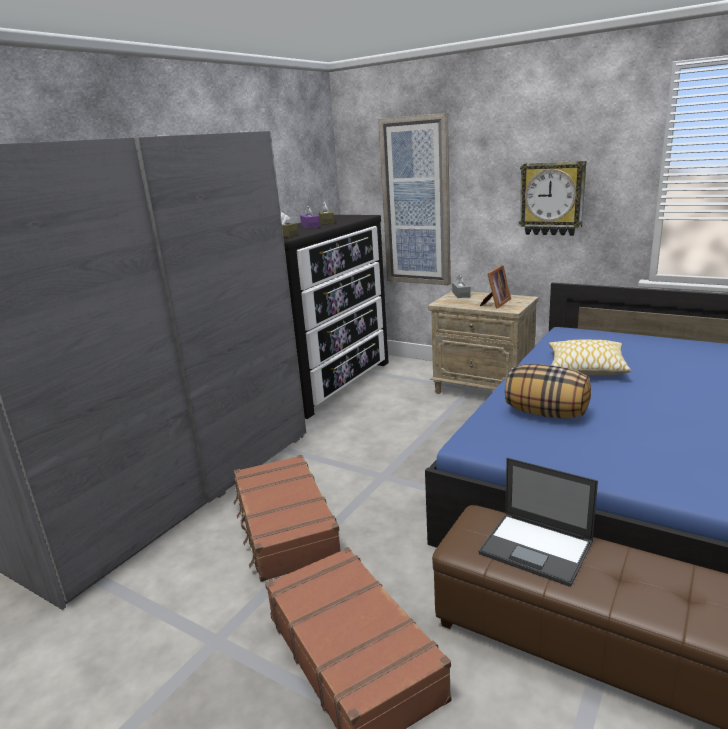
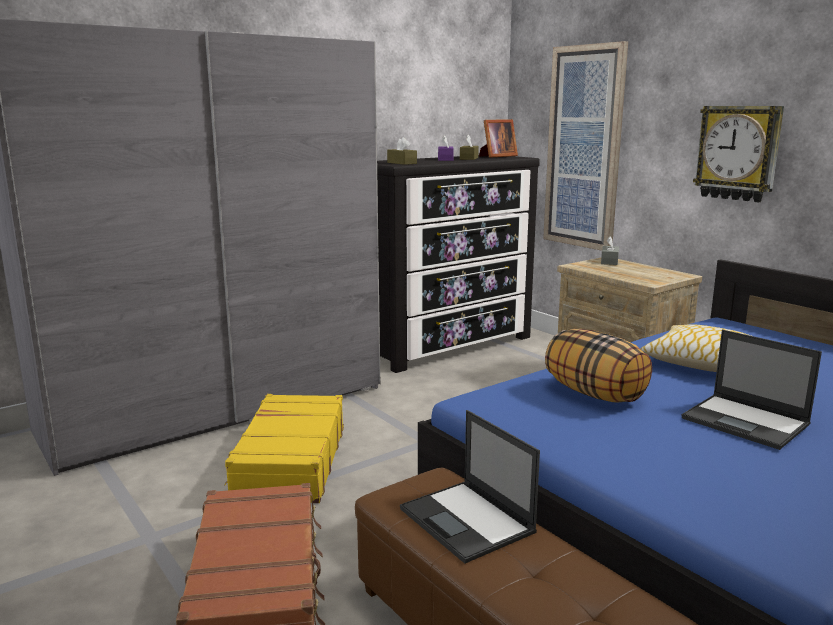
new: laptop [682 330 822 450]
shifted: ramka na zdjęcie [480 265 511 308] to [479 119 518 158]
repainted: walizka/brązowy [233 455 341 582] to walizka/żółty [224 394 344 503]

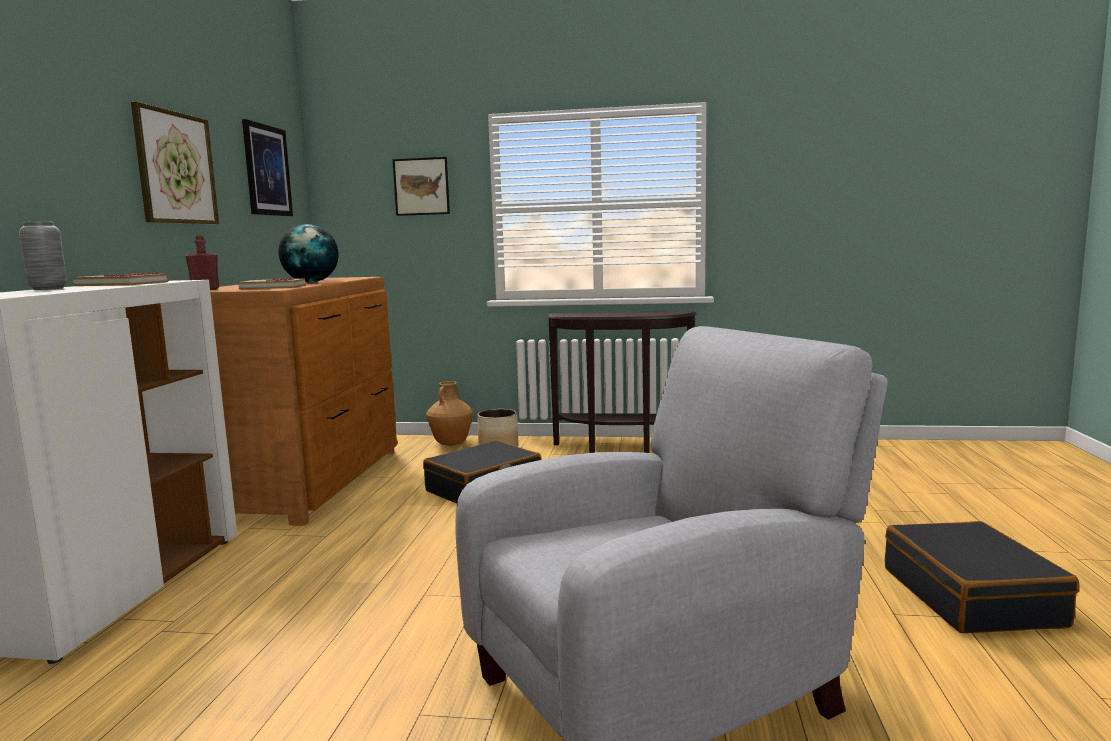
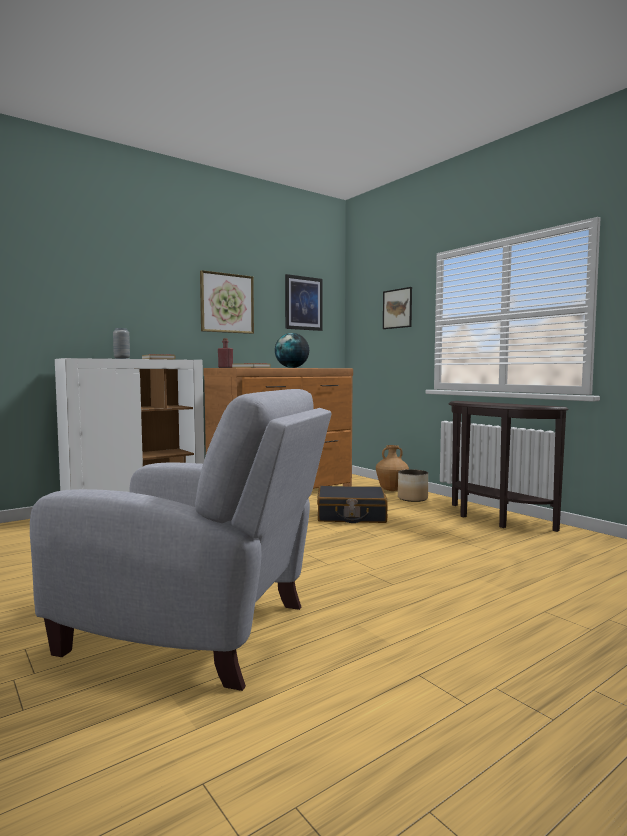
gone: walizka/czarny [885 521 1079 633]

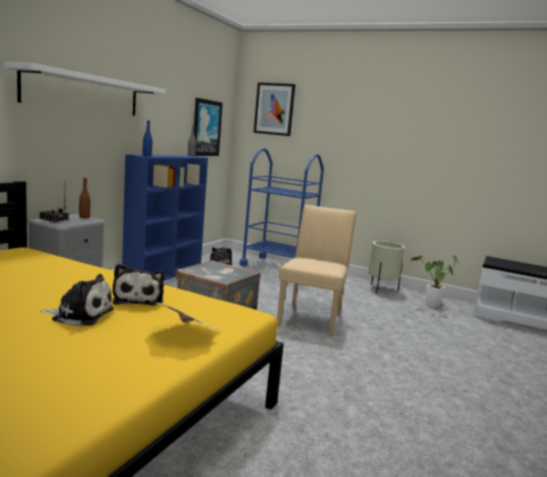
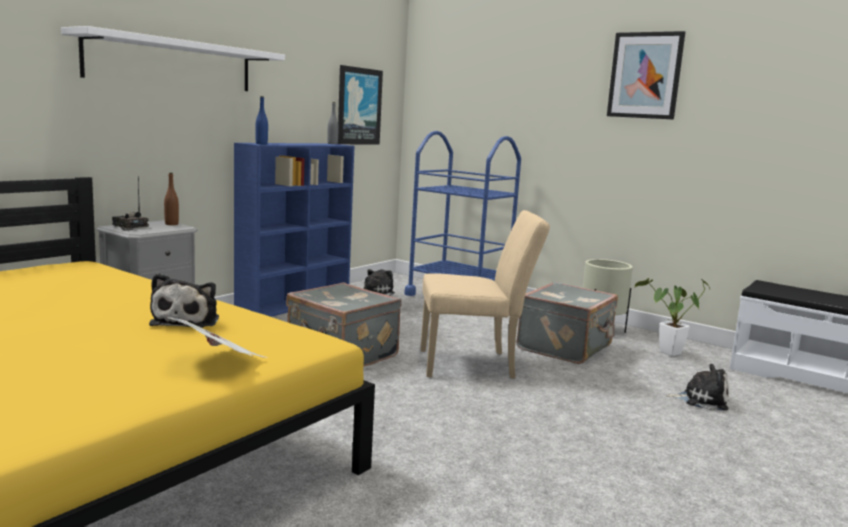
new: walizka/szary [517 282 618 364]
shifted: pluszak [40 274 114 326] to [666 364 729 410]; obraz [254 82 295 136] to [607 31 685 120]
rotated: krzesło/beżowy [277 205 356 337] = [420 210 550 378] 60 degrees clockwise

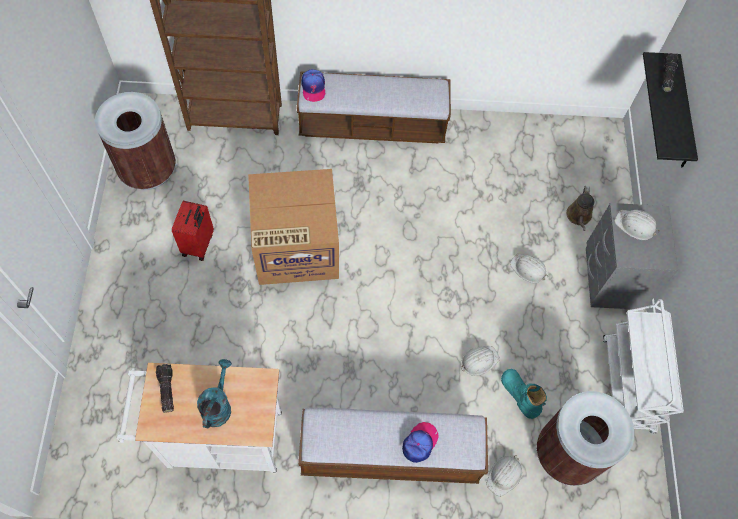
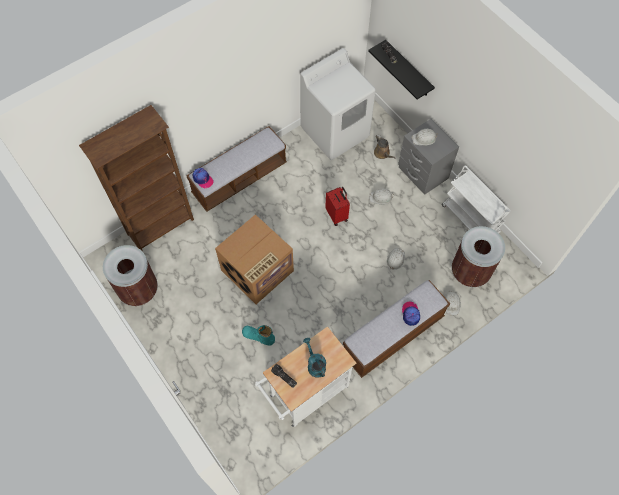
new: pralka/biały [300 48 376 160]
shifted: walizka/czerwony [172 201 214 261] to [325 187 350 226]; but z cholewką/turkusowy [501 369 547 419] to [242 325 275 345]

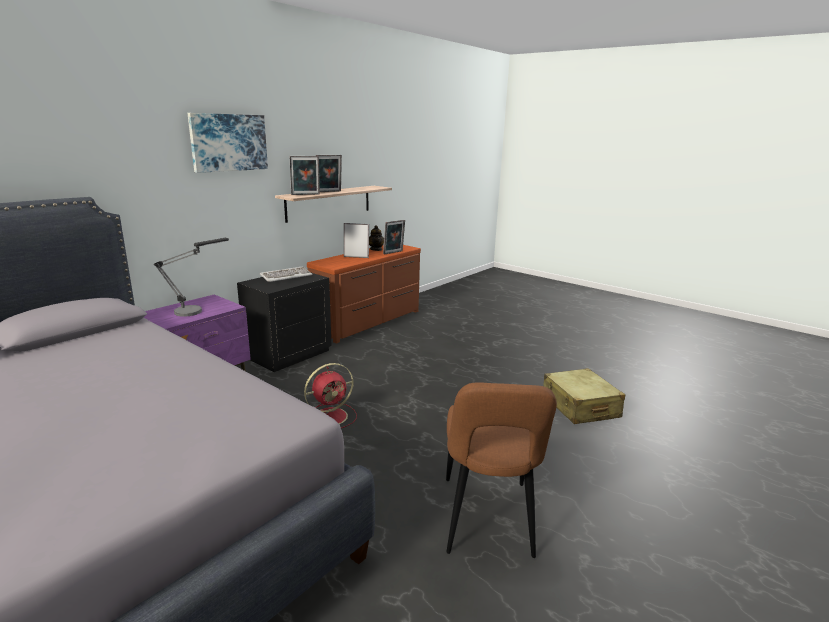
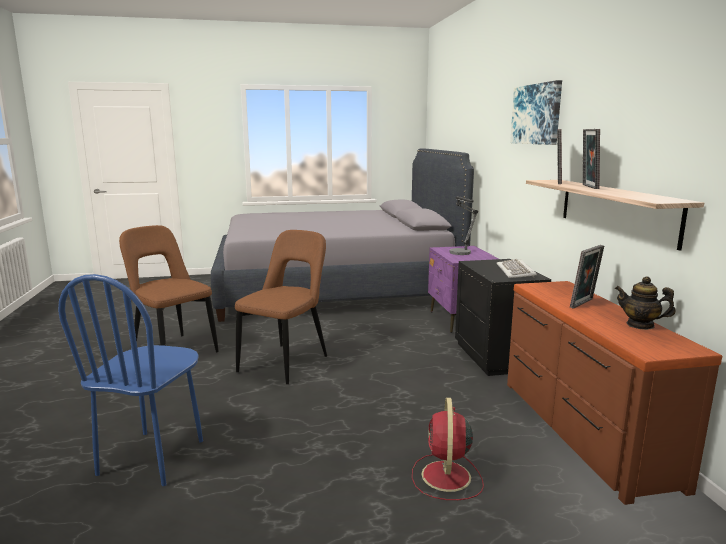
gone: ramka na zdjęcie [383 220 405 255]
new: krzesło/brązowy [235 230 327 384]
shifted: wentylator/czerwony [304 363 357 428] to [412 397 484 500]
swapped: walizka/beżowy [543 368 625 424] to krzesło/niebieski [58 274 203 486]

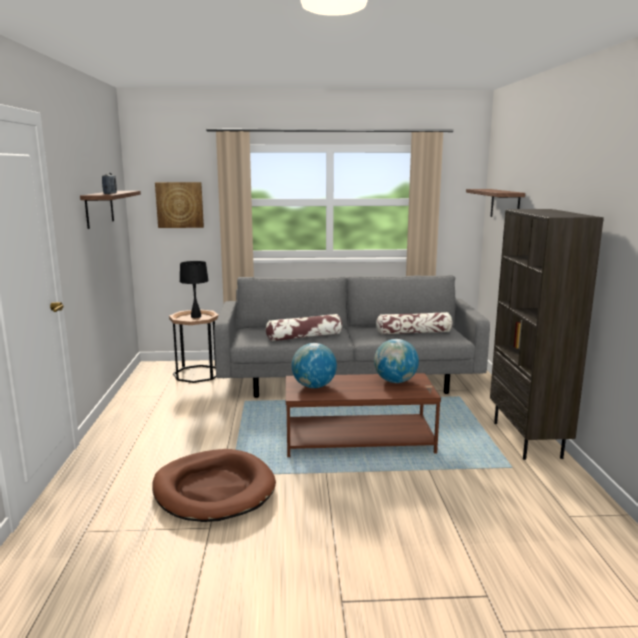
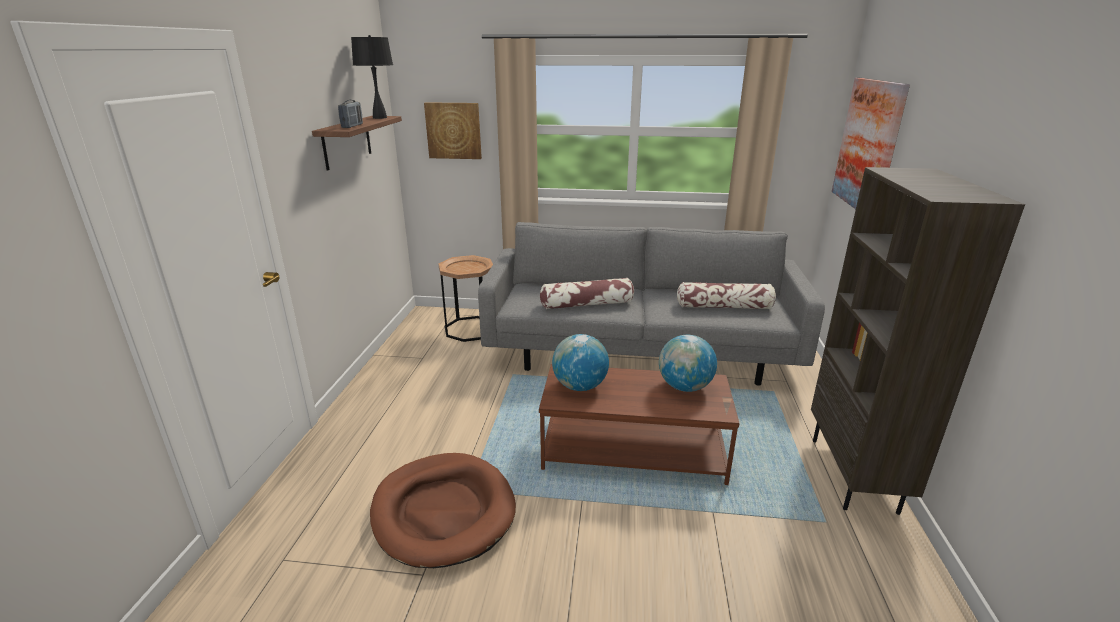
shifted: lampa stołowa/czarny [180 261 209 318] to [351 35 393 119]
swapped: półka [466 189 525 217] to obraz [832 78 910 209]

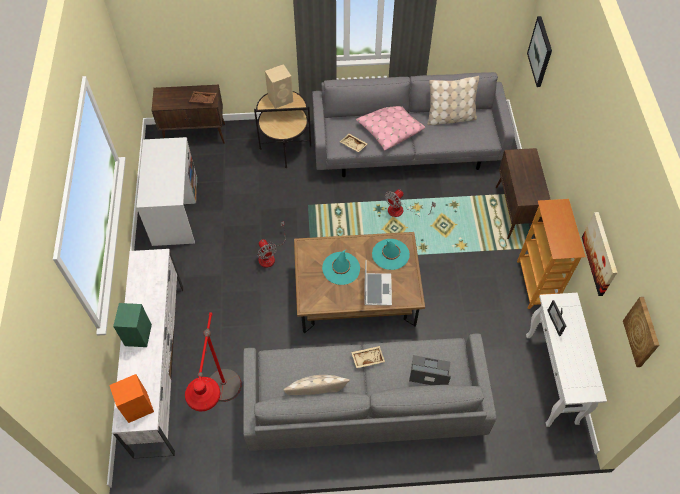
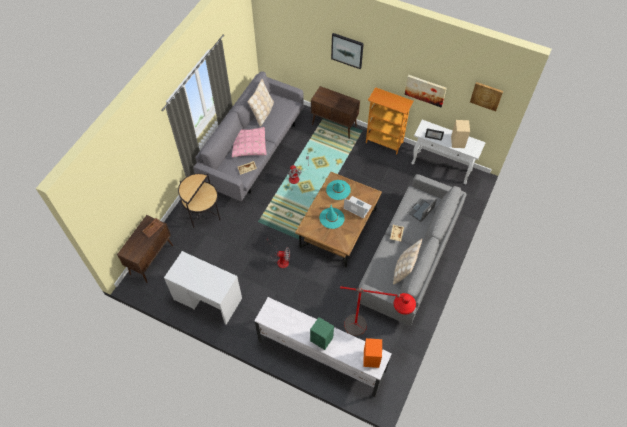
shifted: głośnik/beżowy [265 64 293 109] to [451 120 470 148]; obraz [527 16 552 87] to [331 33 364 69]

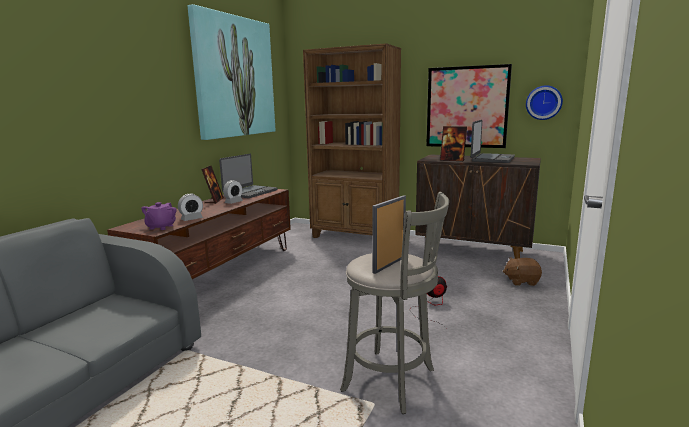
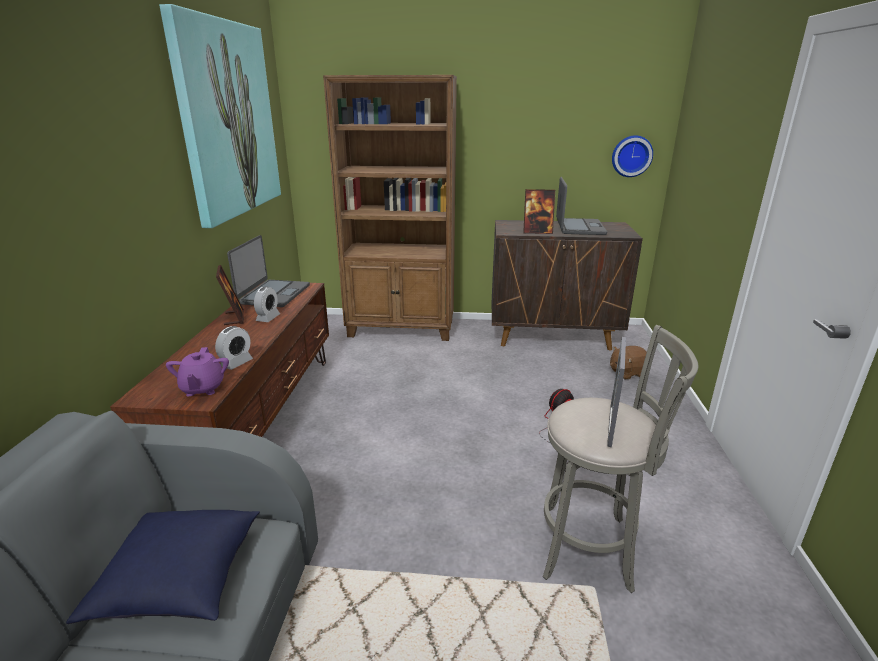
gone: obraz [426 64 512 148]
new: poduszka/niebieski [66 510 260 624]

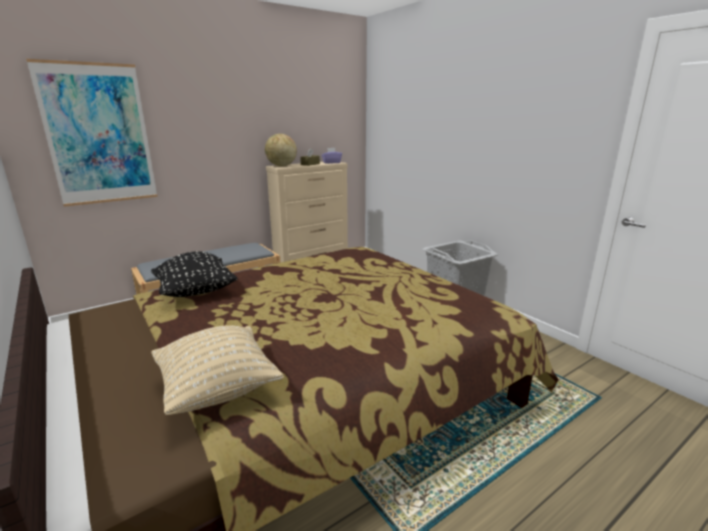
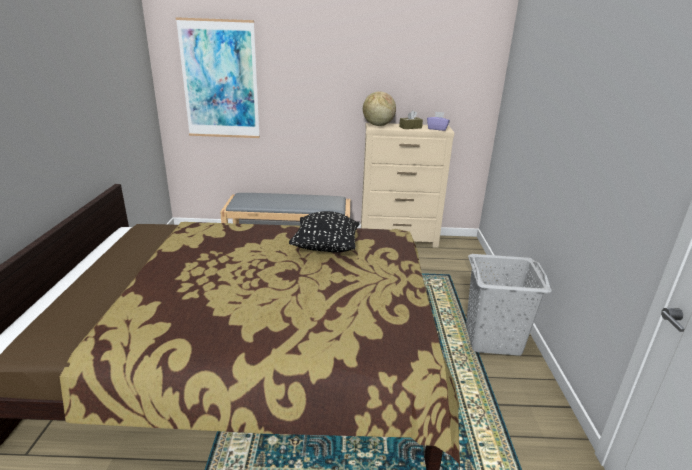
gone: poduszka/beżowy [152 325 284 415]
shifted: poduszka/czarny [151 251 237 297] to [289 211 360 252]

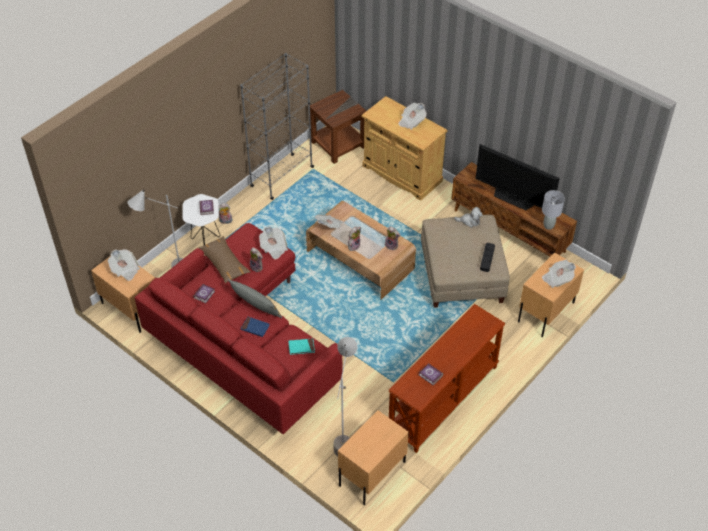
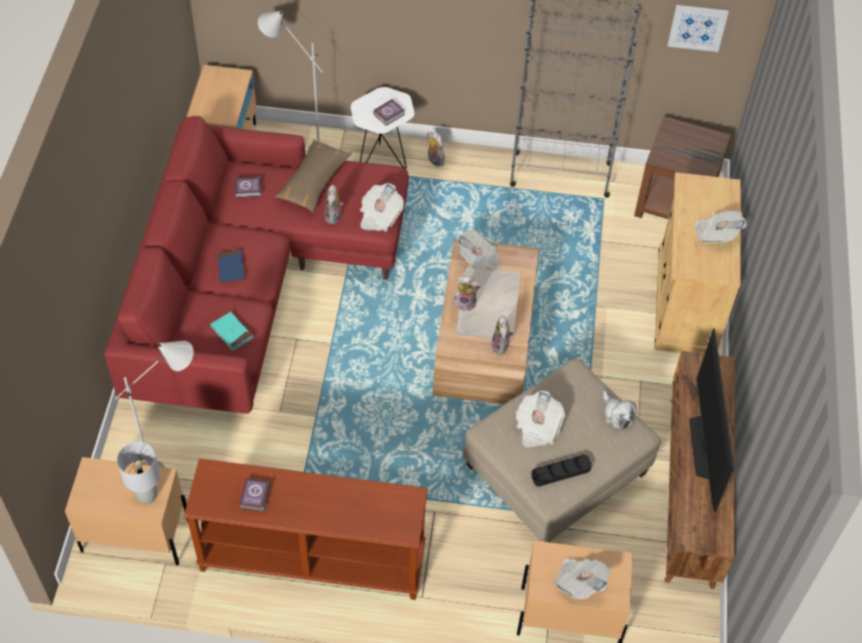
gone: poduszka/szary [228 279 282 318]
new: obraz [667 5 728 52]
shifted: gazeta [108 249 140 281] to [515 391 565 447]; lampa stołowa/szary [542 190 565 230] to [117 442 160 504]

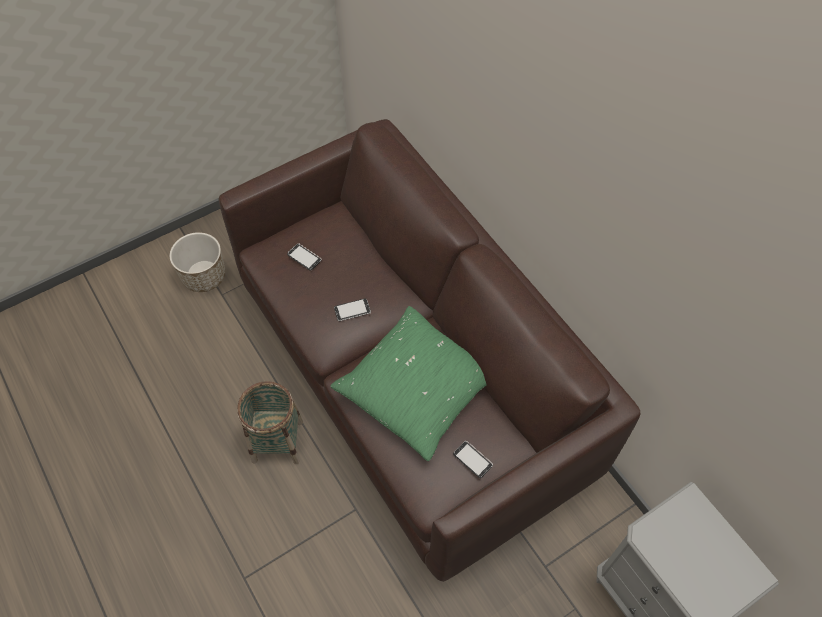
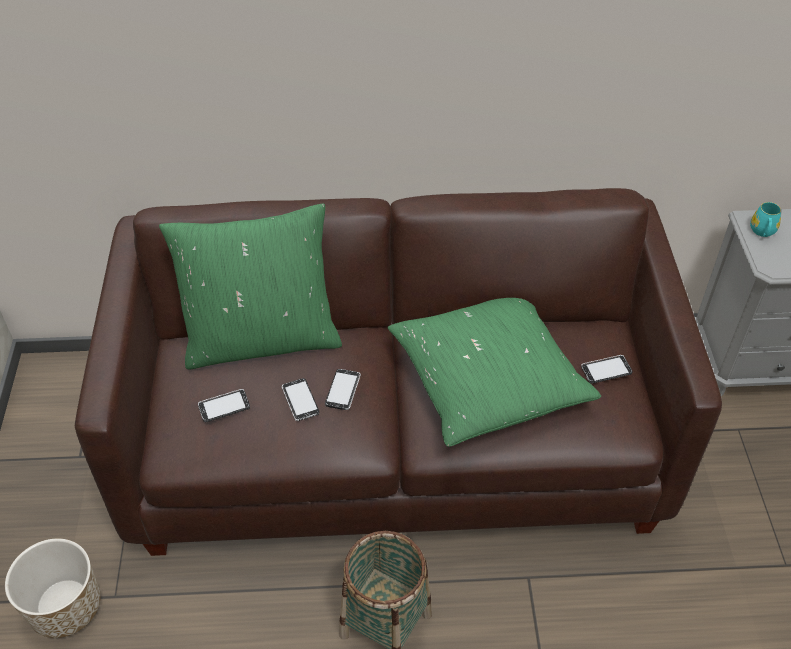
new: poduszka/zielony [159 203 342 369]; telefon [282 378 319 421]; kubek/turkusowy [750 202 781 237]

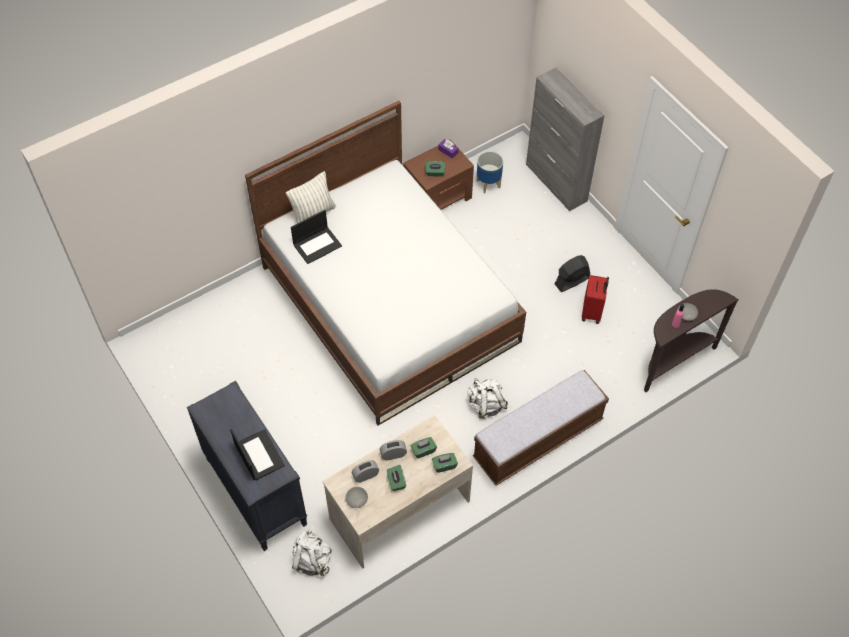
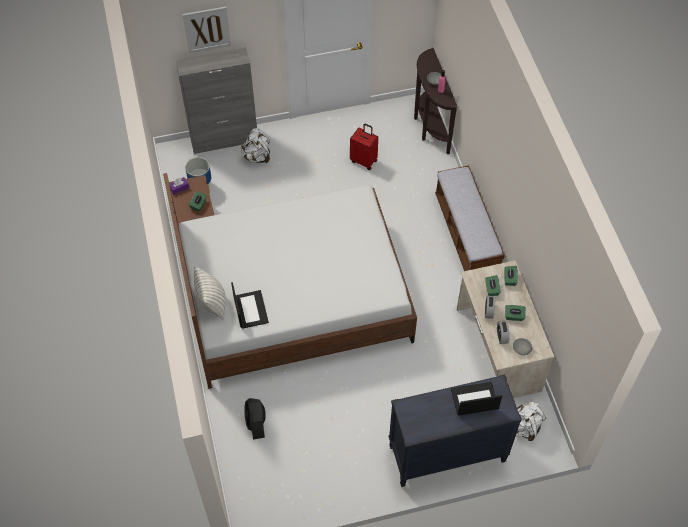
new: obraz [182 7 231 53]
shifted: plecak/biały [467 379 508 419] to [241 128 270 163]; wentylator/czarny [555 255 590 292] to [244 398 266 440]

